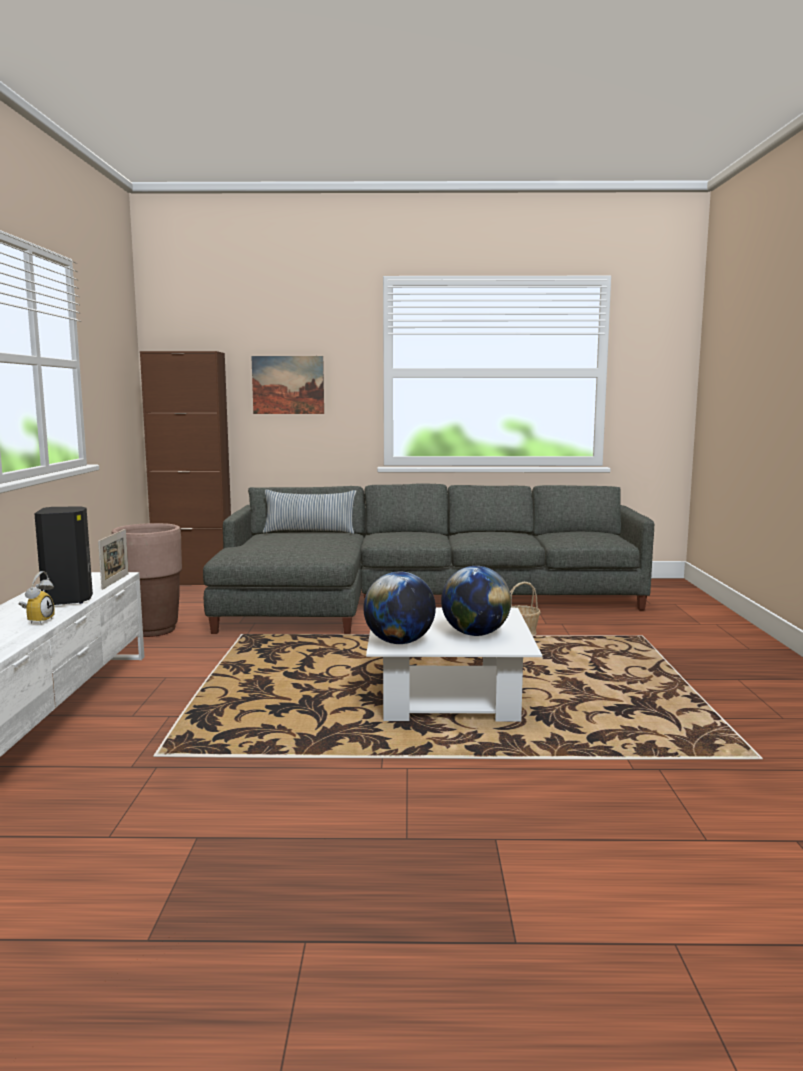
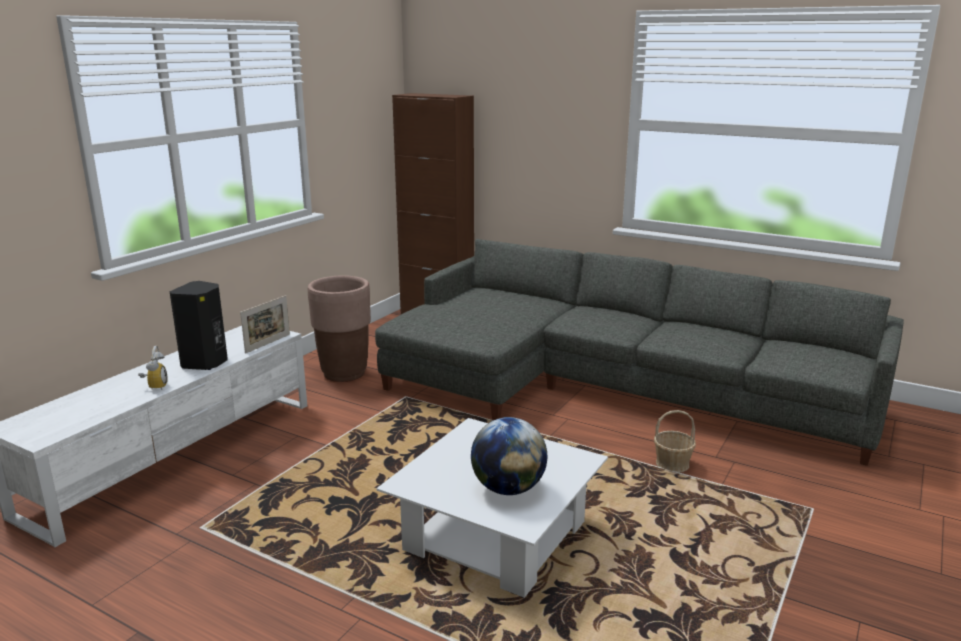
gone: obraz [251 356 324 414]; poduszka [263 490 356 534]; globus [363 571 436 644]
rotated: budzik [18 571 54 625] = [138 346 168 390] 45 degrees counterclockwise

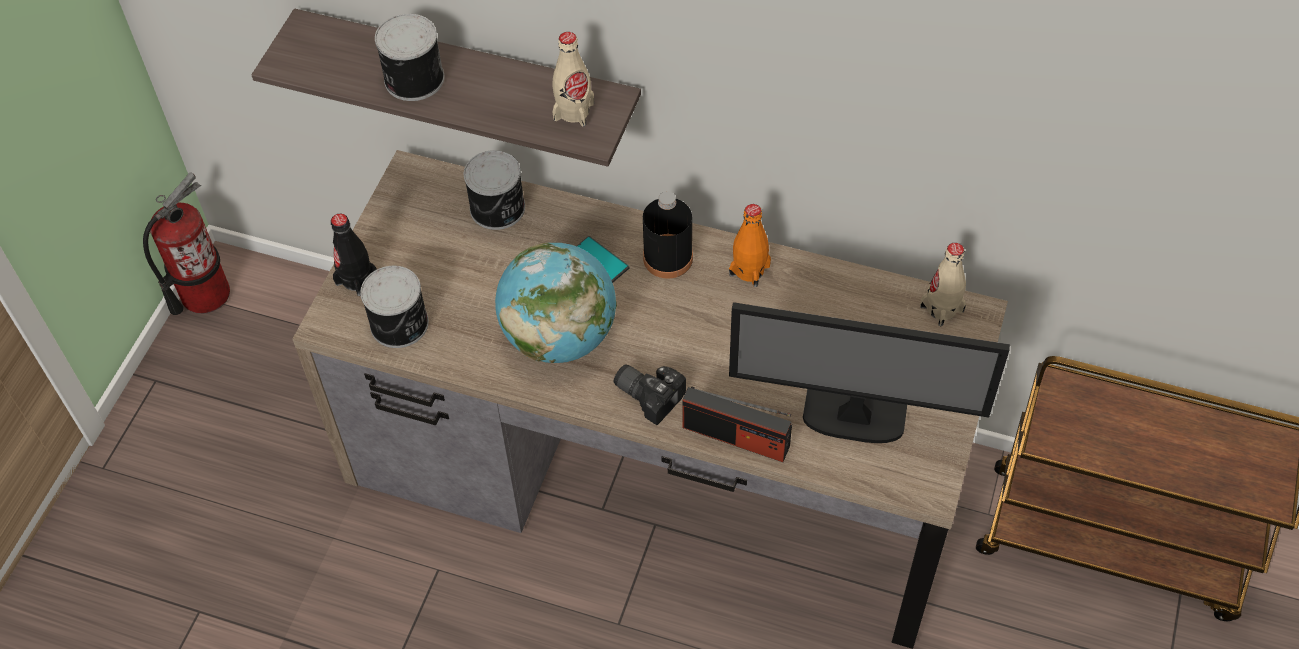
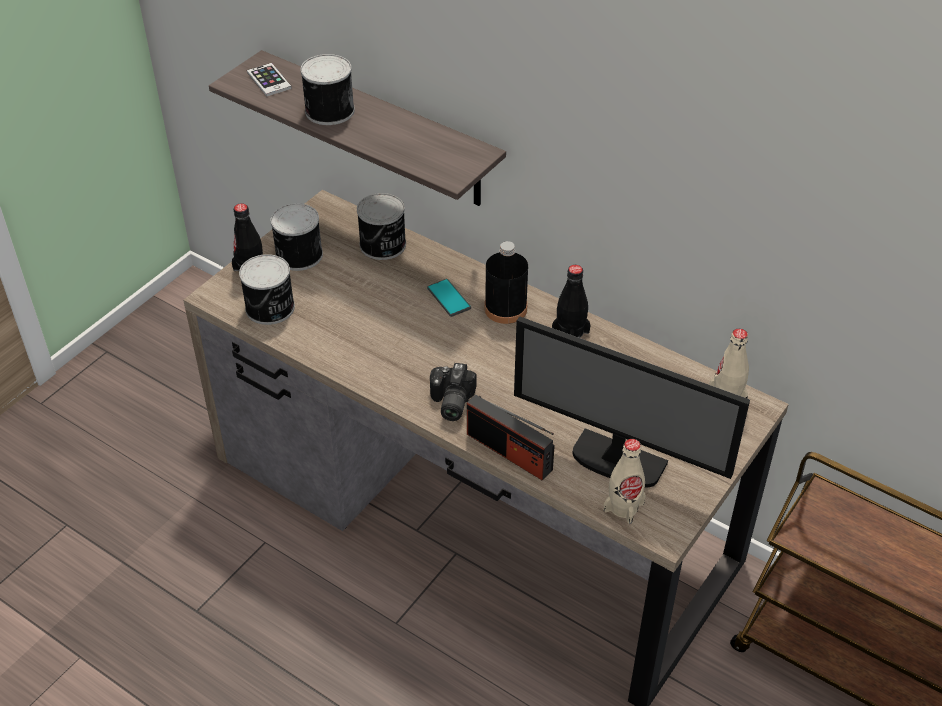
gone: gaśnica [143 172 230 315]; globus [495 243 617 363]
new: telefon [247 63 292 96]; puszka [270 203 323 271]
shifted: butelka/beżowy [552 32 594 127] to [604 439 646 524]
repainted: butelka/pomarańczowy [729 204 771 287] to butelka/czarny [552 265 591 338]
rotated: aparat fotograficzny [614 364 686 425] = [430 363 476 421] 135 degrees counterclockwise

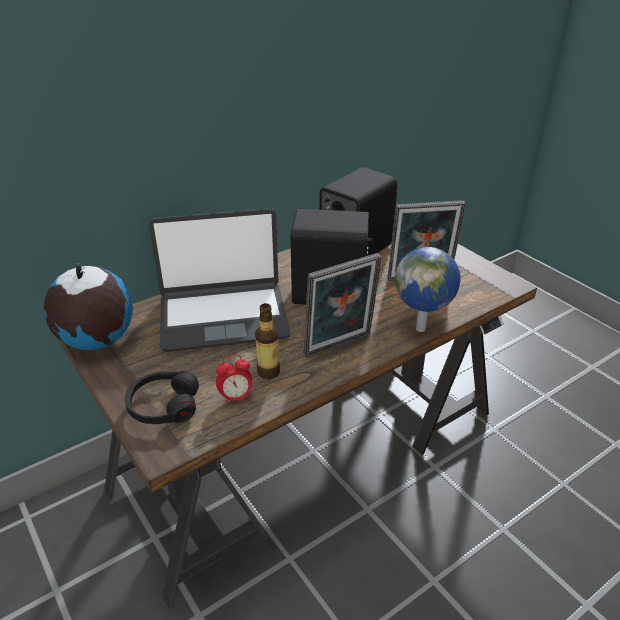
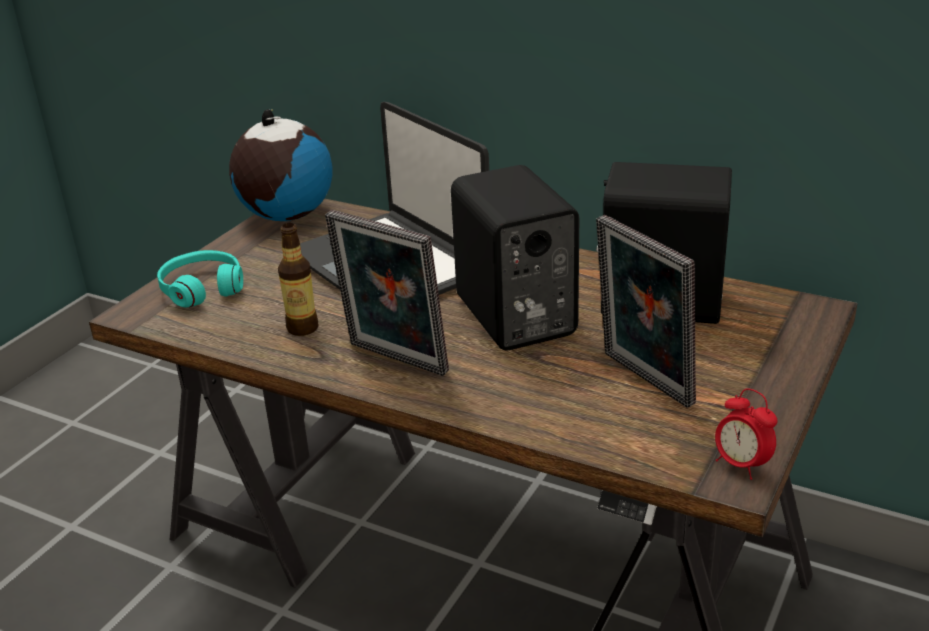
gone: globus [395 247 461 332]
shifted: budzik [216 354 252 406] to [715 388 777 480]
repainted: słuchawki/czarny [125 371 199 424] to słuchawki/turkusowy [157 250 243 307]

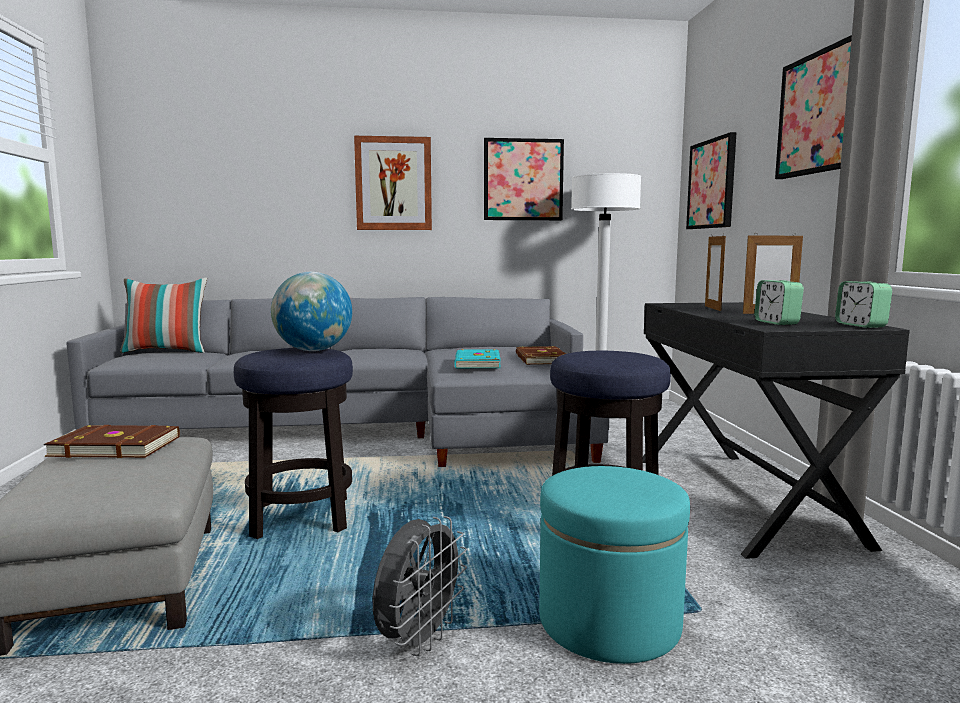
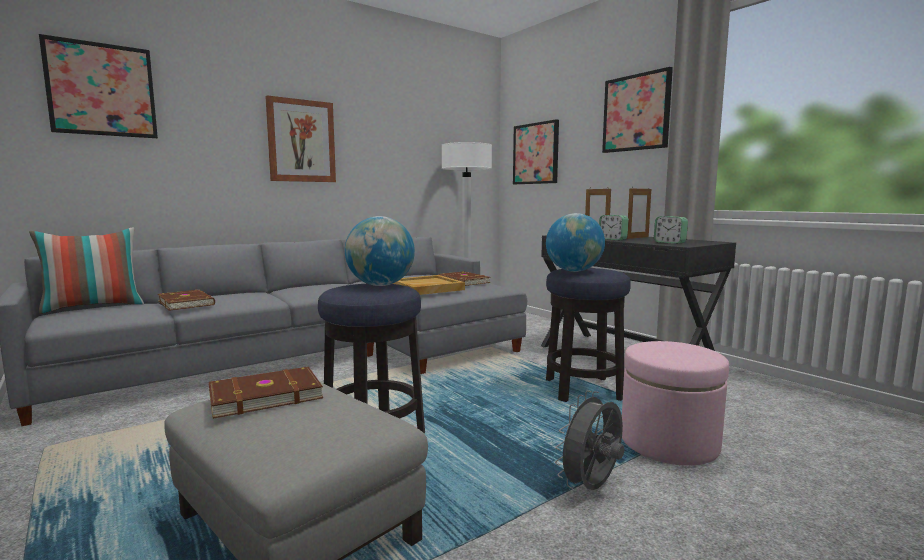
new: książka/brązowy [158 290 215 311]; globus [546 213 605 272]
shifted: obraz [484 138 564 220] to [39 34 158 138]; budzik [835 281 892 328] to [599 215 629 240]
swapped: książka/turkusowy [455 349 501 368] to taca/beżowy [393 275 465 295]
repainted: pufa/turkusowy [539 466 690 664] to pufa/różowy [622 341 729 466]
rotated: wentylator/szary [373 516 467 656] = [555 390 624 490] 135 degrees counterclockwise

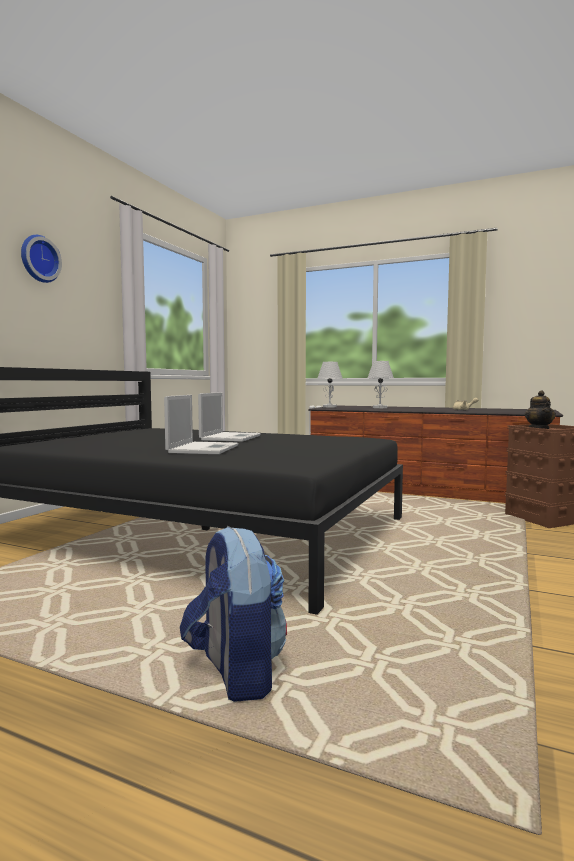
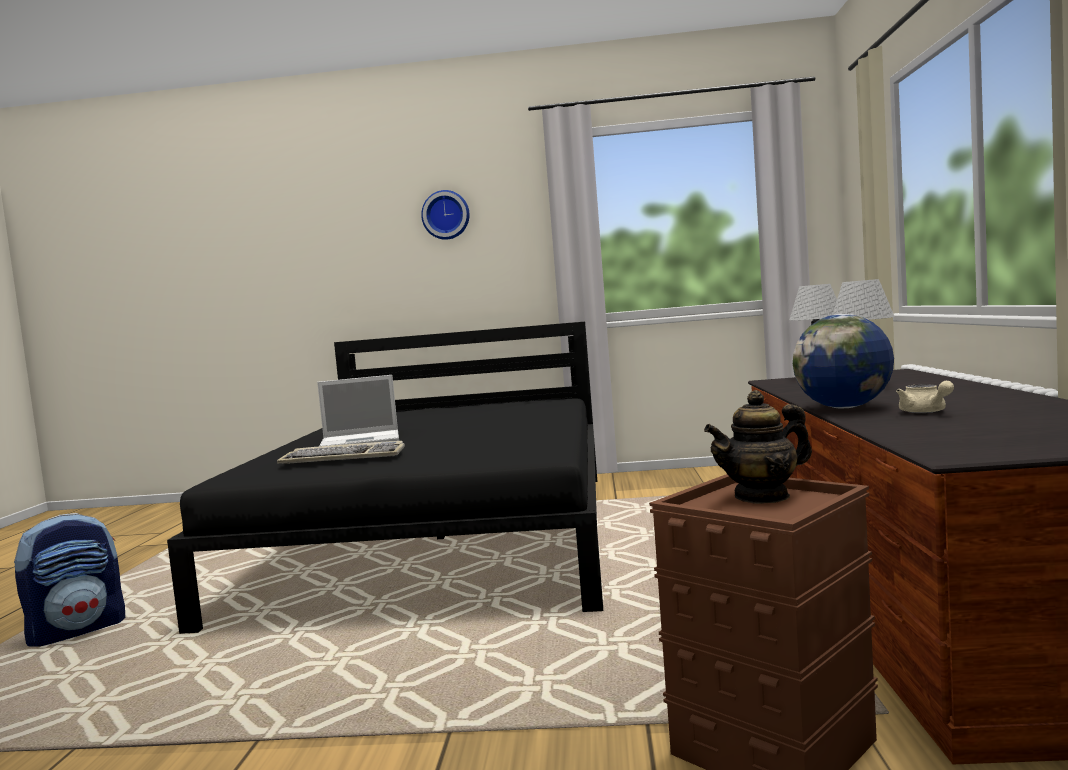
gone: laptop [198 392 261 442]
new: klawiatura [277 441 405 464]; globus [793 314 894 408]

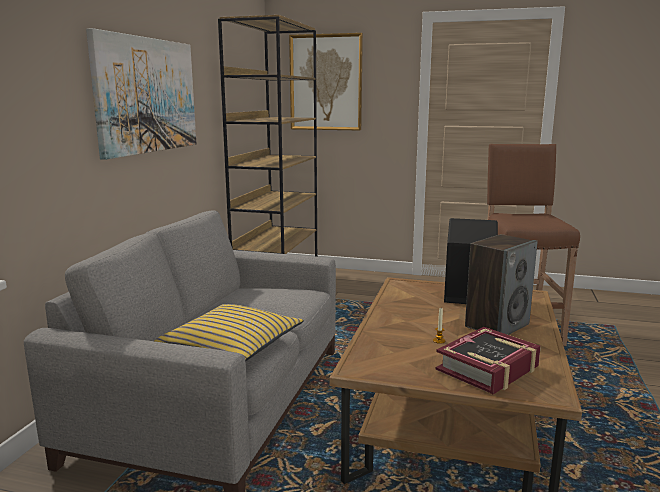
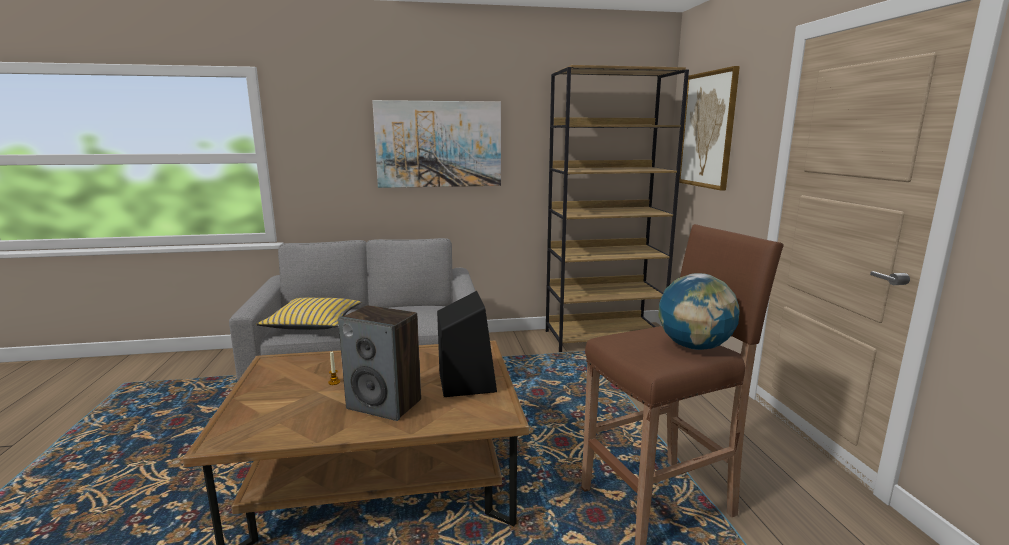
gone: książka [435 327 541 394]
new: globus [659 273 740 350]

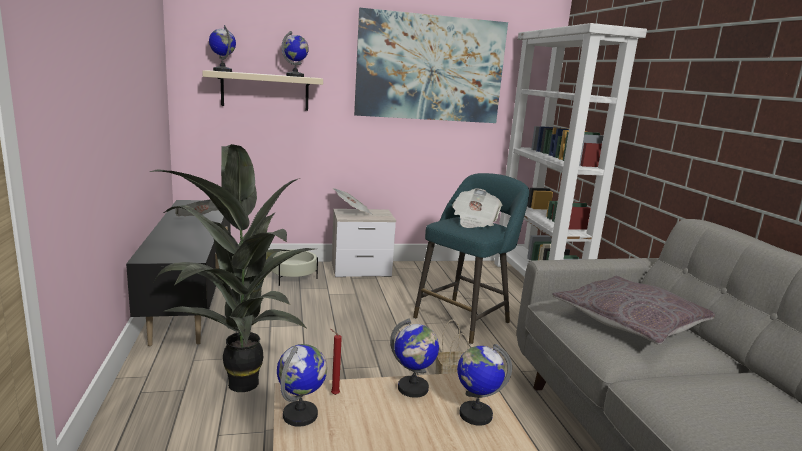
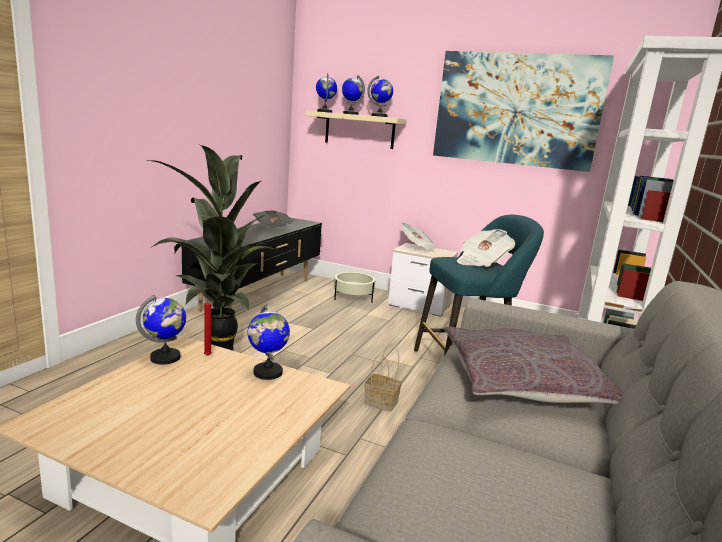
shifted: globus [457 344 512 426] to [342 75 365 115]

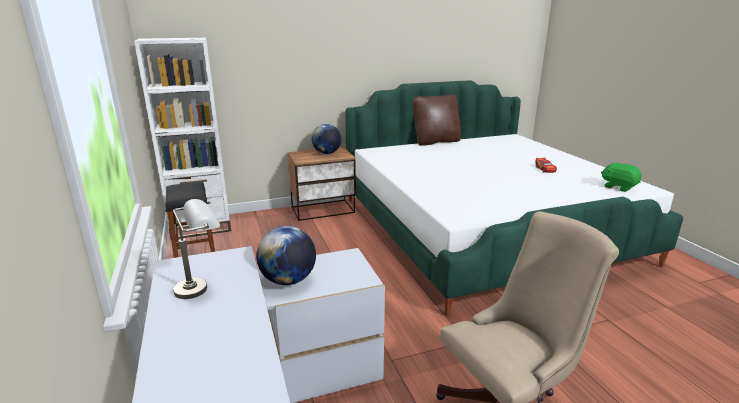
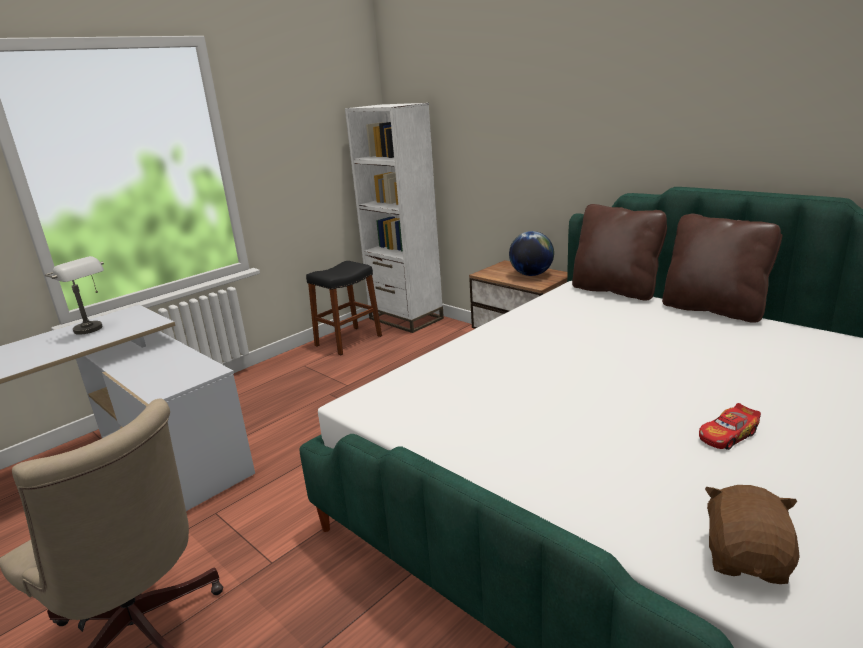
gone: globus [256 226 316 285]
new: poduszka/brązowy [572 204 667 301]
repainted: pluszak/zielony [601 163 642 192] to pluszak/brązowy [705 485 800 584]

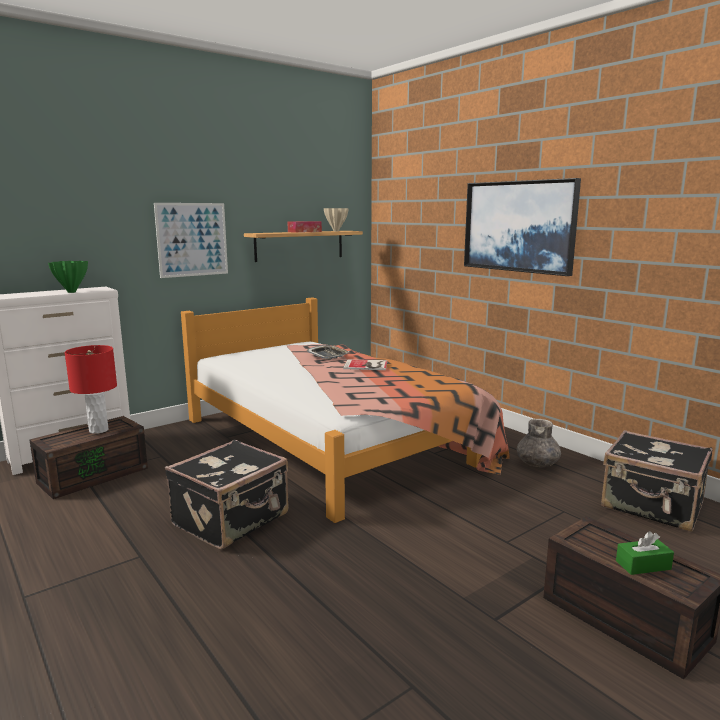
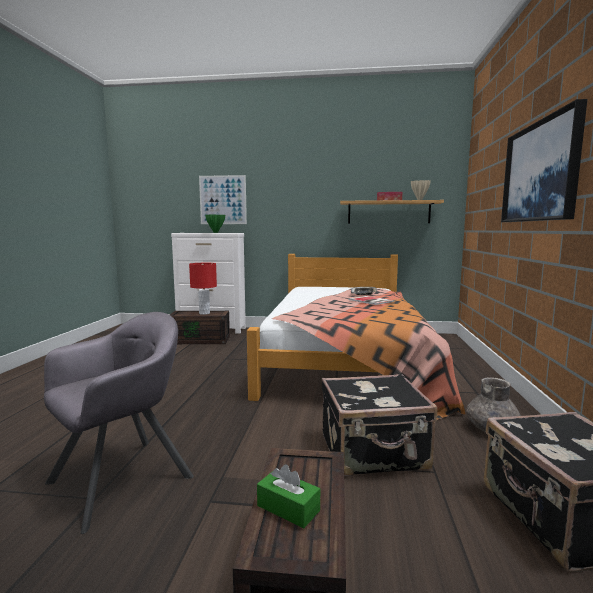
new: fotel/szary [44 312 194 534]
shifted: obraz [154 203 228 278] to [199 175 247 224]; walizka/czarny [165 440 289 549] to [322 374 437 476]

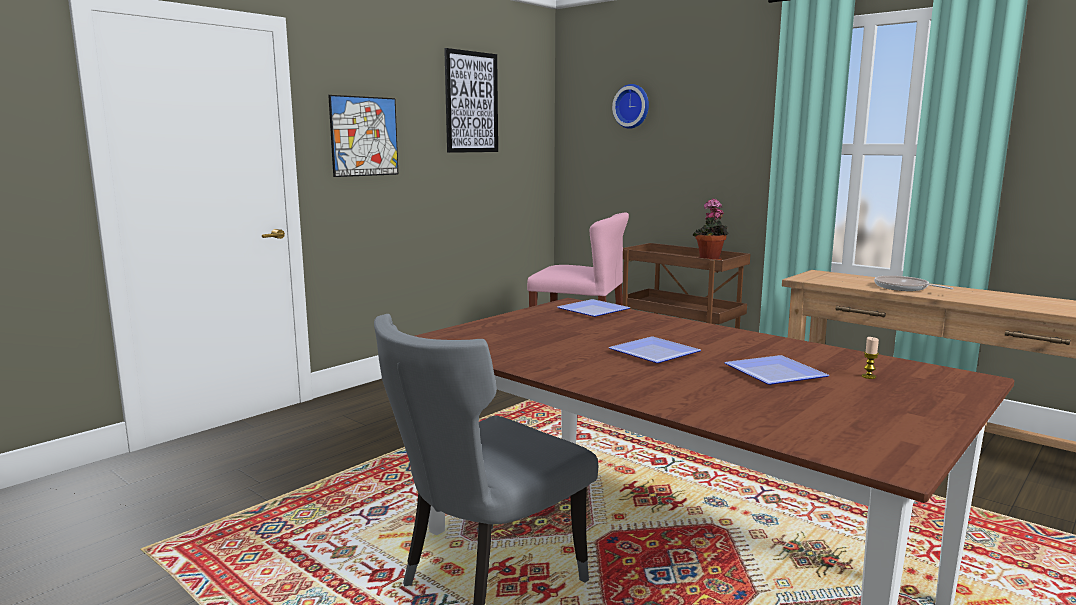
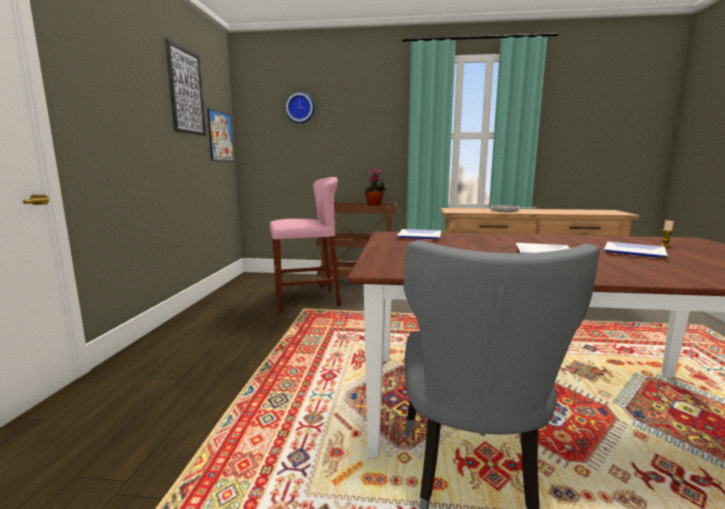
shifted: obraz [328 95 398 177] to [207 109 234 162]

